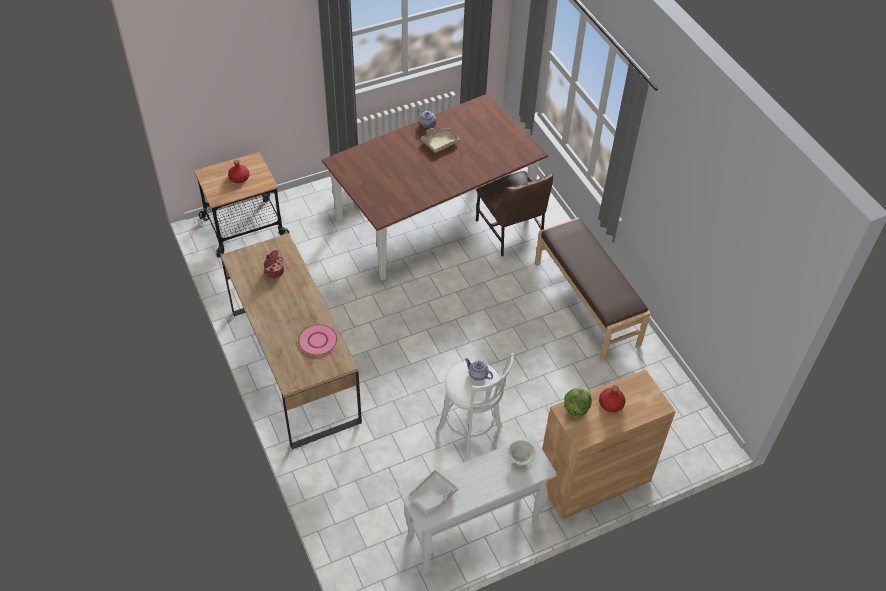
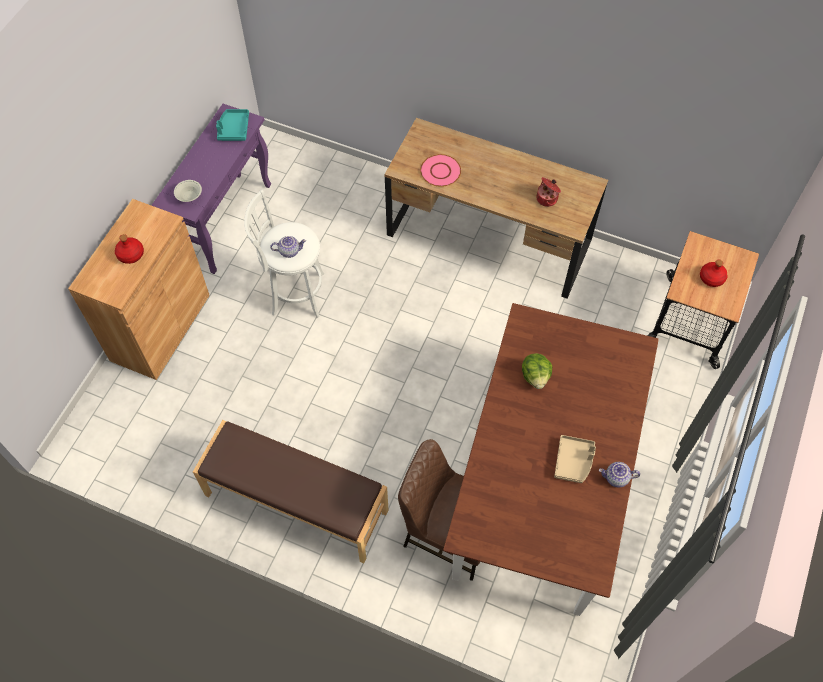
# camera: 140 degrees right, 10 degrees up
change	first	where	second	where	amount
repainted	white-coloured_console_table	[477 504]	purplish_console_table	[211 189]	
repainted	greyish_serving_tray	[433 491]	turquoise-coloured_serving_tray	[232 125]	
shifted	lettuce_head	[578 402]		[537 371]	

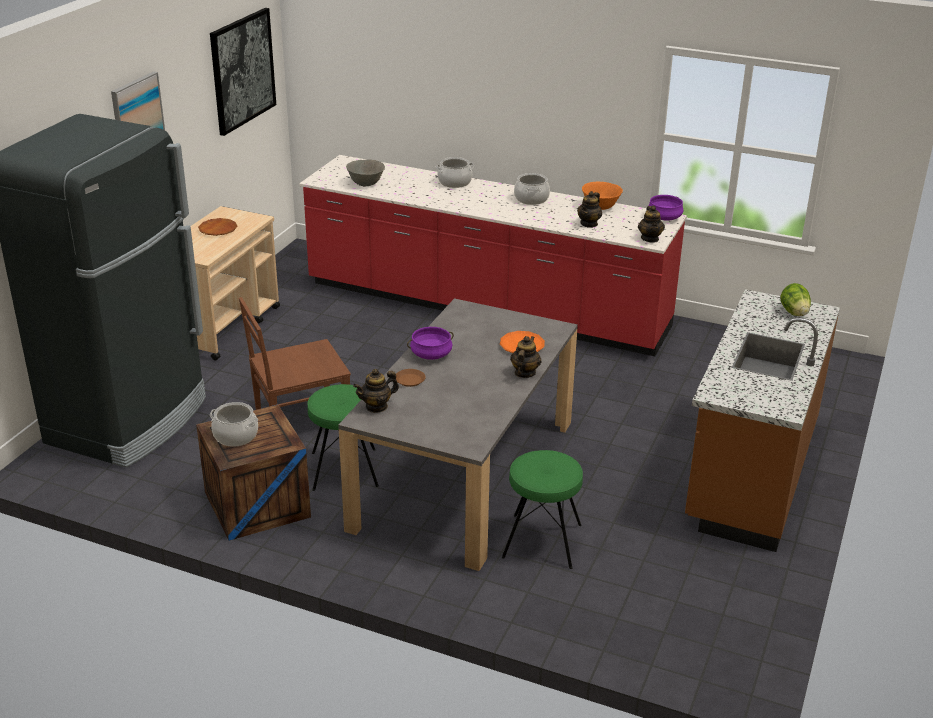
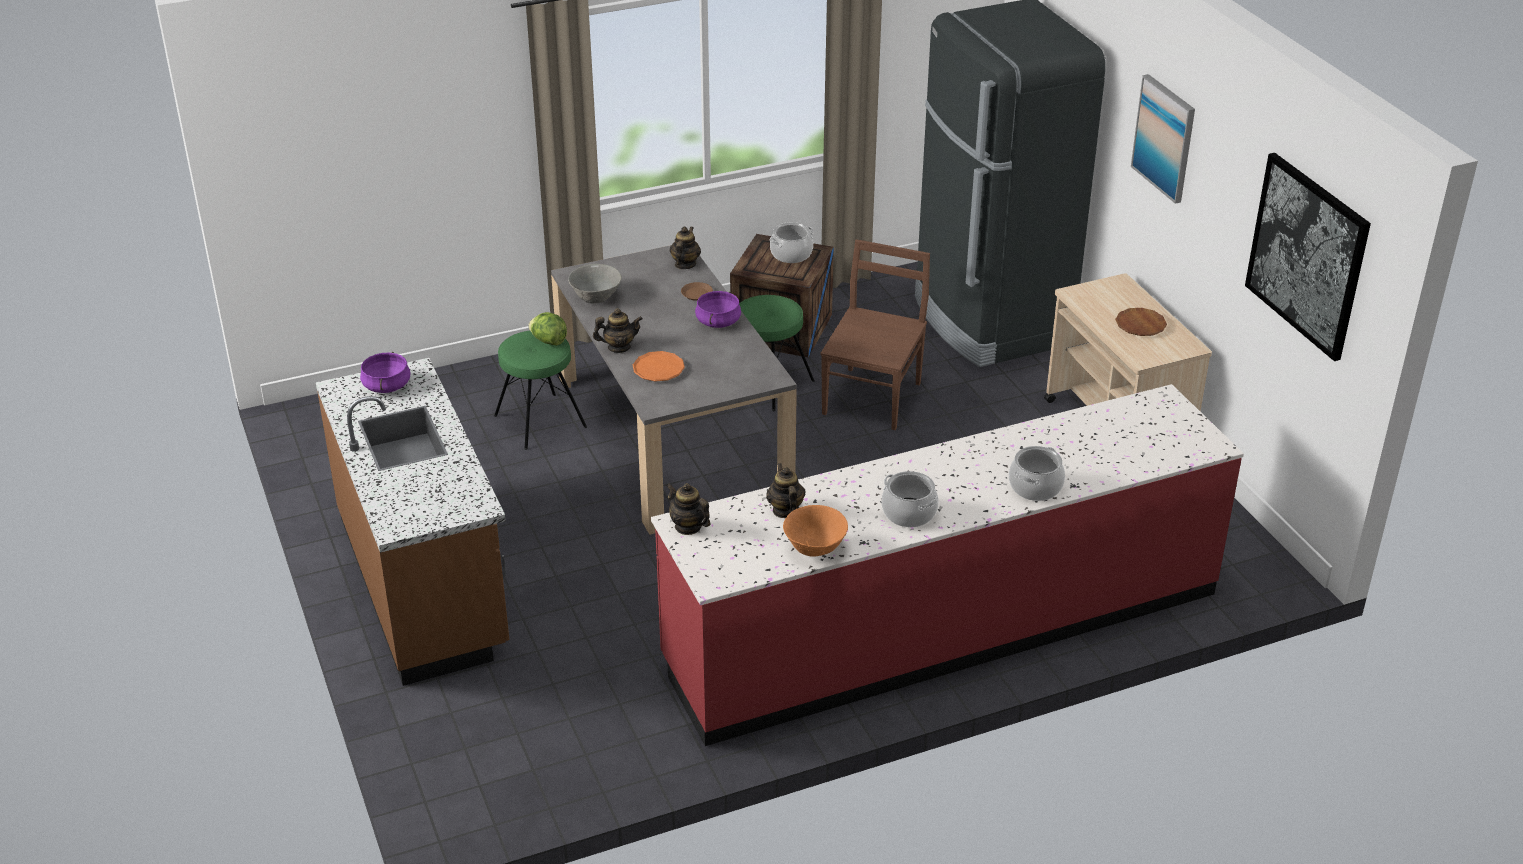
# camera: 135 degrees right, 5 degrees up
change	first	where	second	where	amount
shifted	greyish_bowl	[365 173]		[595 284]	
rotated	pot_for_tea	[525 357]		[618 330]	75 degrees counterclockwise
shifted	purplish_cooking_pot	[666 207]		[385 372]	
shifted	lettuce_head	[795 299]		[547 329]	

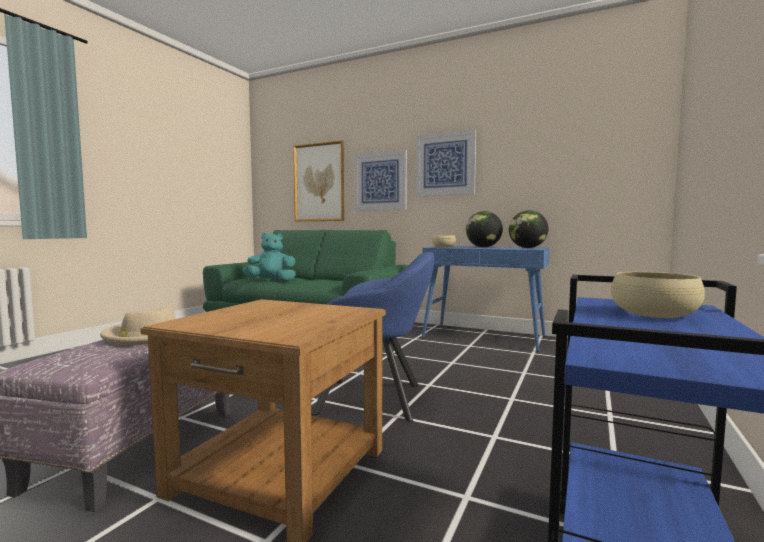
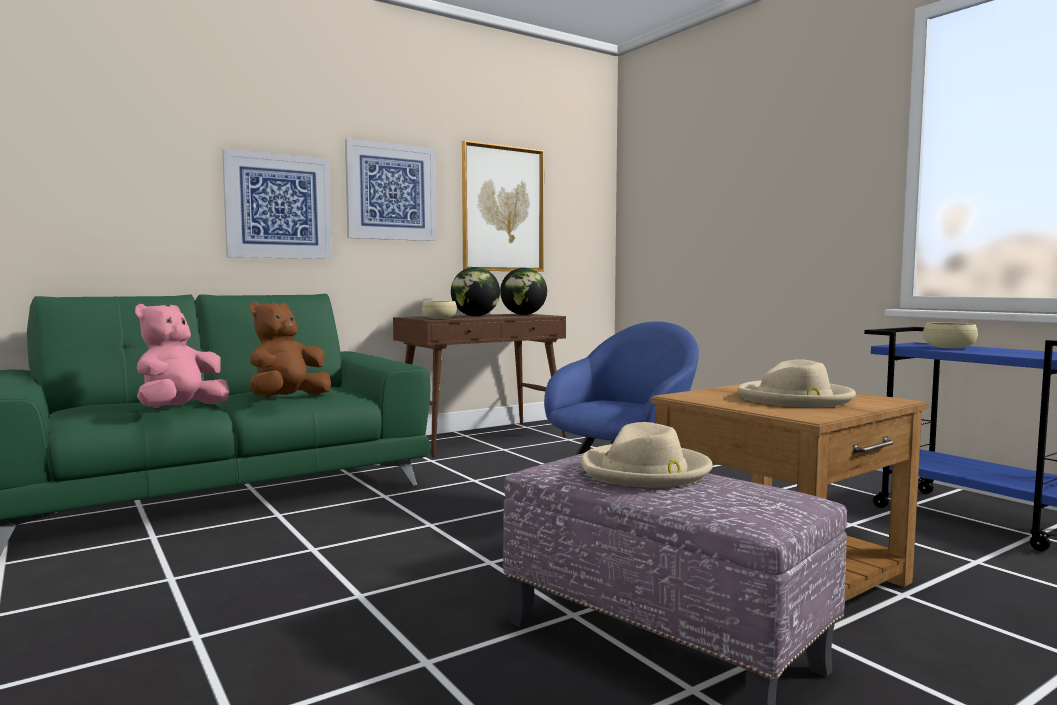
# camera: 60 degrees left, 0 degrees up
change	first	where	second	where	amount
repainted	turquoise-coloured_soft_toy	[269 257]	pink_soft_toy	[182 356]	
shifted	wall_art	[318 180]		[503 206]	
repainted	bluish_console_table	[486 298]	brown-coloured_console_table	[479 385]	
new			brown-coloured_soft_toy	[290 349]	
new			beige-coloured_wearable_hat	[796 383]	

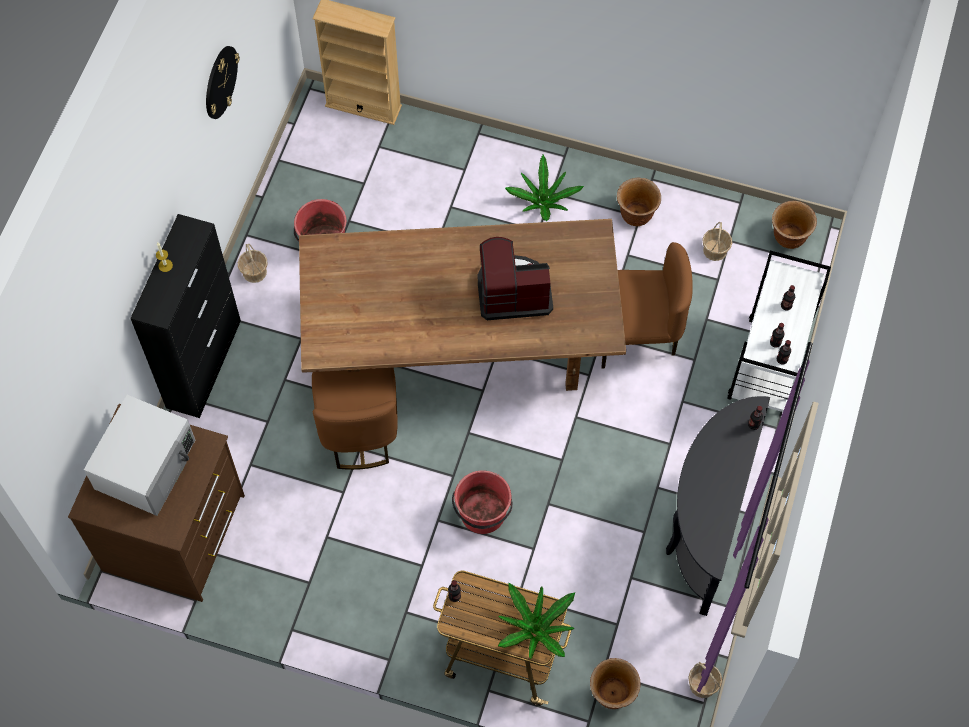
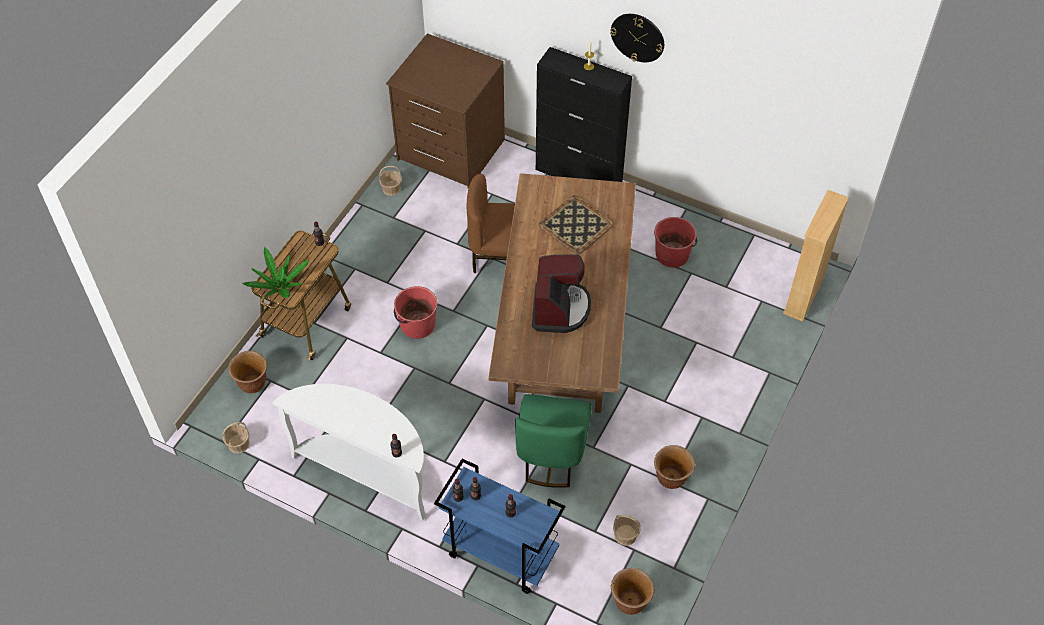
# camera: 100 degrees right, 10 degrees down
change	first	where	second	where	amount
gone	white-coloured_kitchen_microwave	[139 455]			
shifted	hanging_clock	[223 82]		[637 38]	
shifted	household_basket	[253 263]		[390 181]	
gone	plant_in_a_pot	[544 188]			
repainted	brown-coloured_upright_chair	[647 305]	green-coloured_upright_chair	[553 441]	
repainted	blackish_console_table	[718 506]	white-coloured_console_table	[349 452]	
repainted	white-coloured_trolley	[779 331]	bluish_trolley	[499 526]	
new			serving_tray	[576 224]	

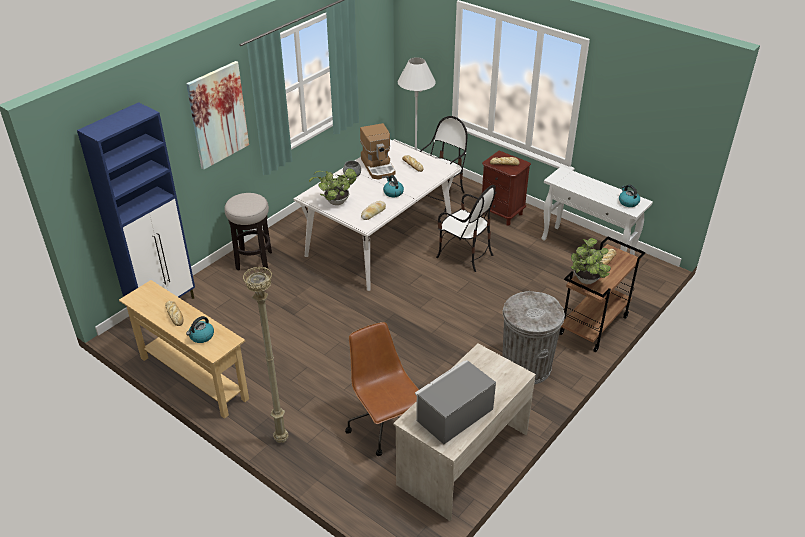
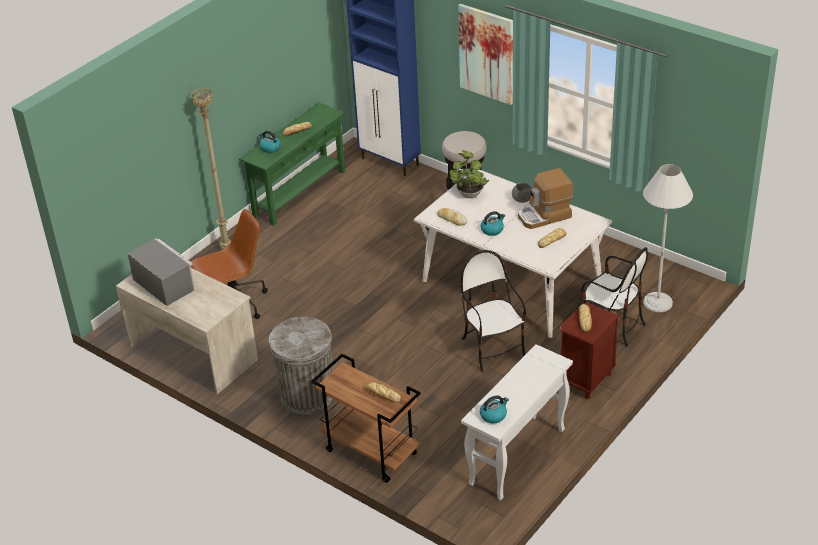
# camera: 90 degrees right, 0 degrees up
change	first	where	second	where	amount
repainted	beige-coloured_console_table	[184 349]	green-coloured_console_table	[292 164]	
rotated	upright_chair	[466 228]		[494 311]	120 degrees clockwise
gone	plant_in_a_pot	[591 261]			

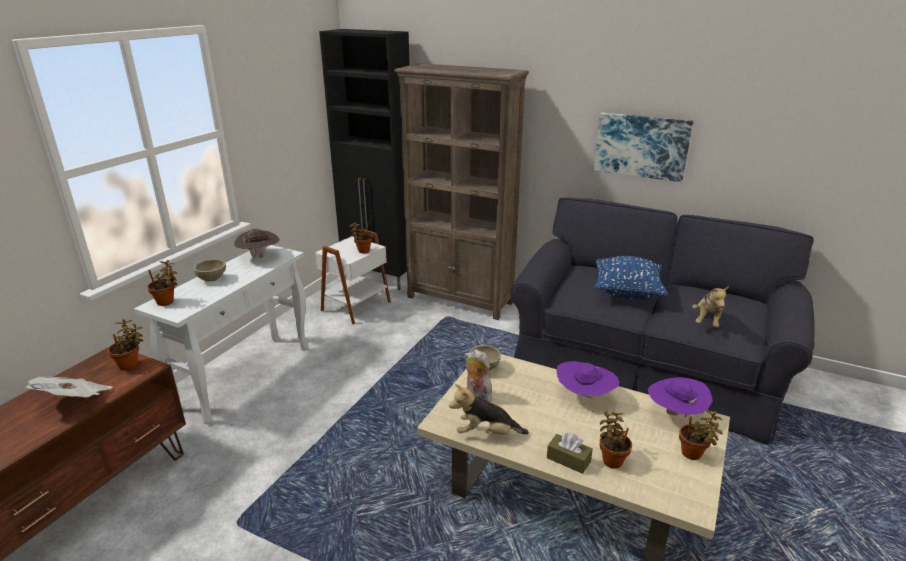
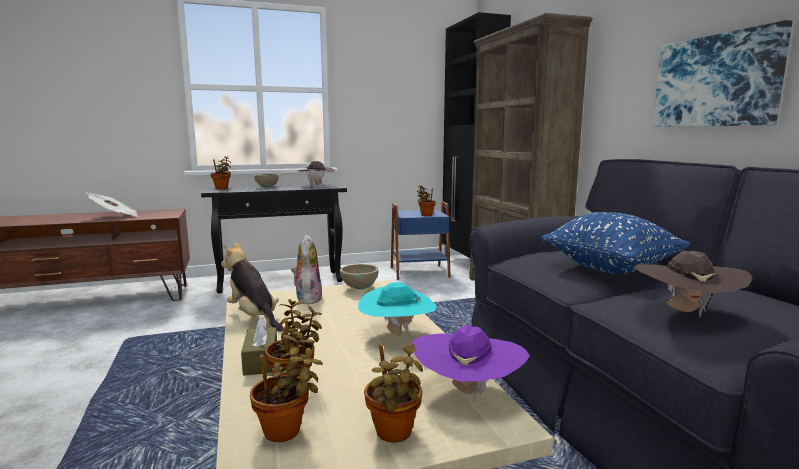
# camera: 45 degrees right, 15 degrees down
change	first	where	second	where	amount
shifted	plant_in_a_pot	[125 344]		[286 387]	
repainted	white-coloured_console_table	[221 335]	blackish_console_table	[274 239]	
repainted	white-coloured_accent_table	[353 277]	bluish_accent_table	[421 241]	
repainted	purplish_wearable_hat	[588 380]	turquoise-coloured_wearable_hat	[397 309]	
swapped	soft_toy	[710 307]	brown-coloured_wearable_hat	[693 284]	

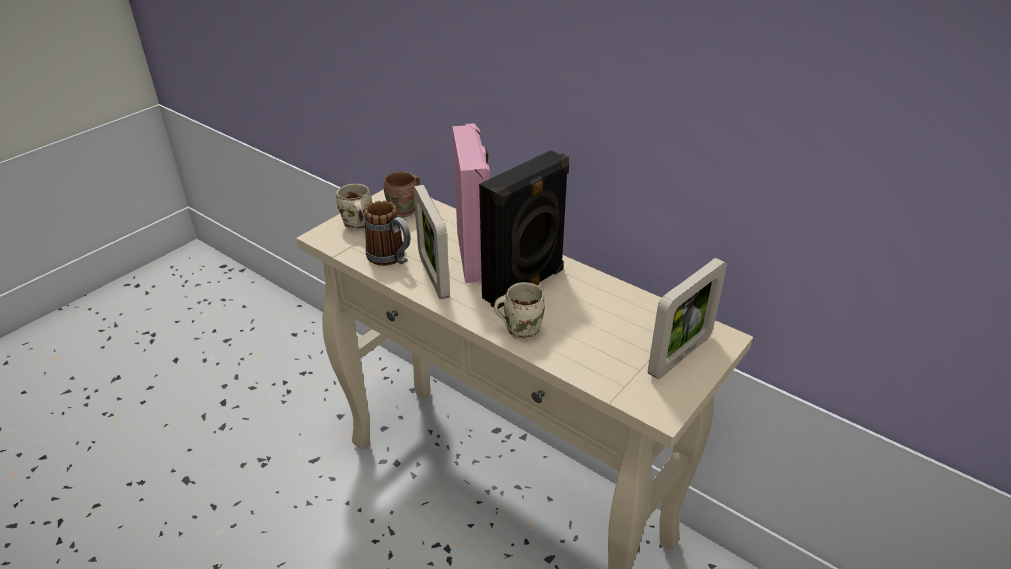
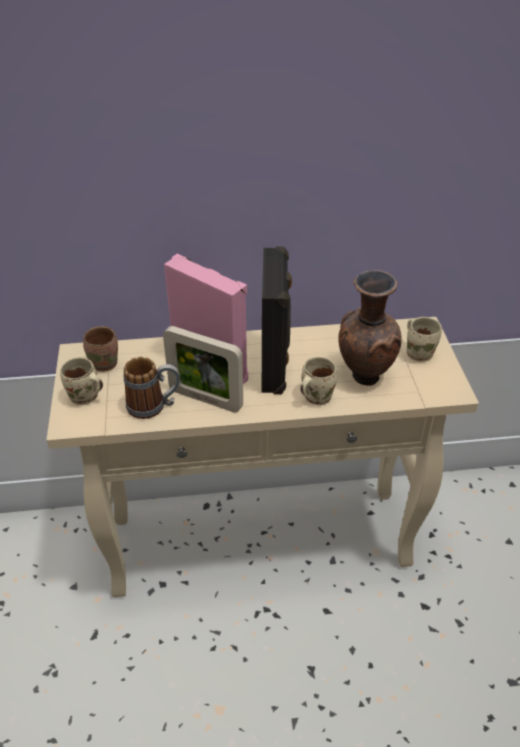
# camera: 45 degrees left, 5 degrees up
change	first	where	second	where	amount
swapped	photo_frame	[687 318]	beige-coloured_tea_mug	[424 339]	
new			brown-coloured_flower_vase	[370 328]	

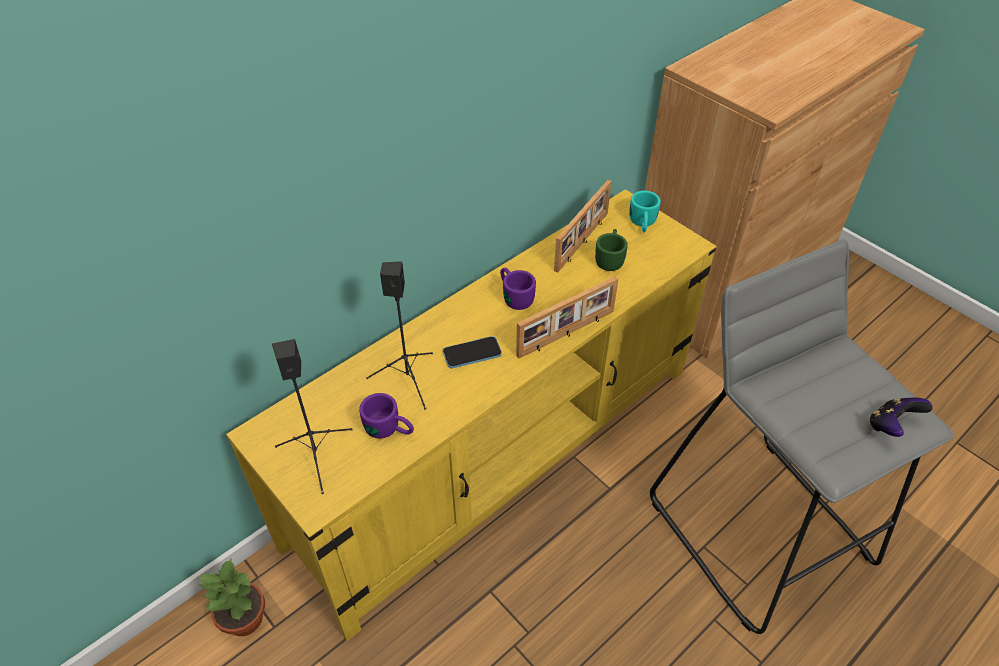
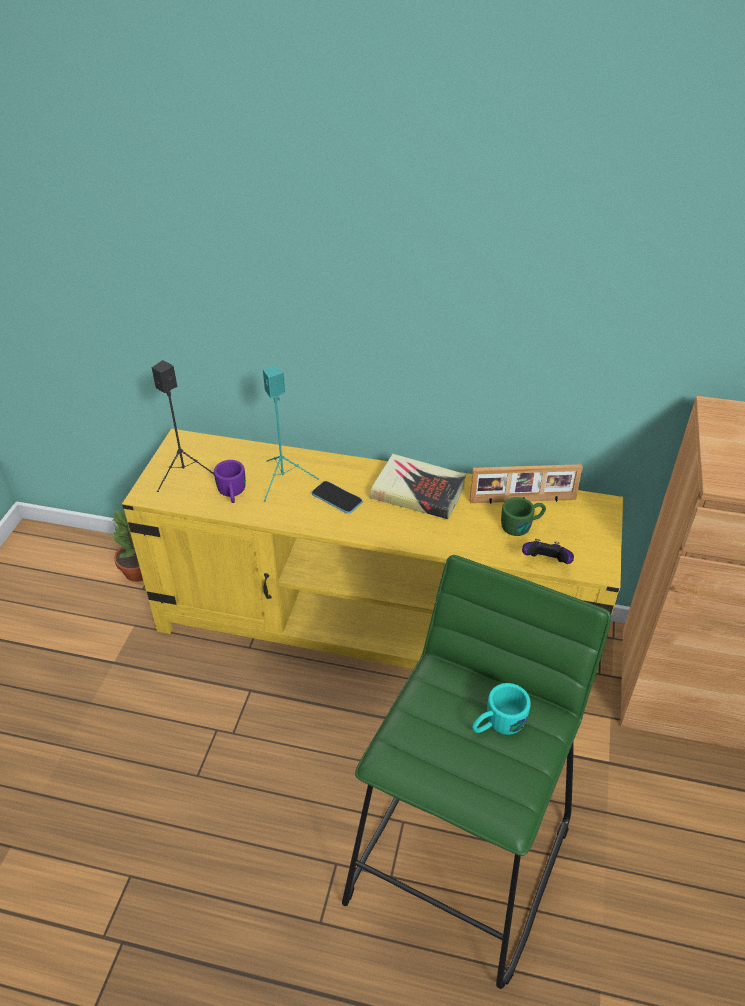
# camera: 55 degrees right, 5 degrees down
change	first	where	second	where	amount
repainted	blackish_loudspeaker	[399 335]	turquoise-coloured_loudspeaker	[291 433]	
swapped	purplish_tea_mug	[518 289]	volume	[418 486]	
gone	photo_frame	[567 317]			
shifted	turquoise-coloured_tea_mug	[645 211]		[501 709]	
repainted	greyish_sitting_stool	[802 436]	green-coloured_sitting_stool	[476 772]	
shifted	gamepad	[901 417]		[548 551]	

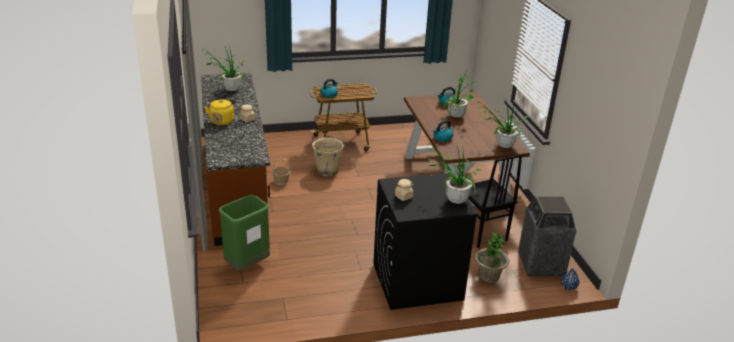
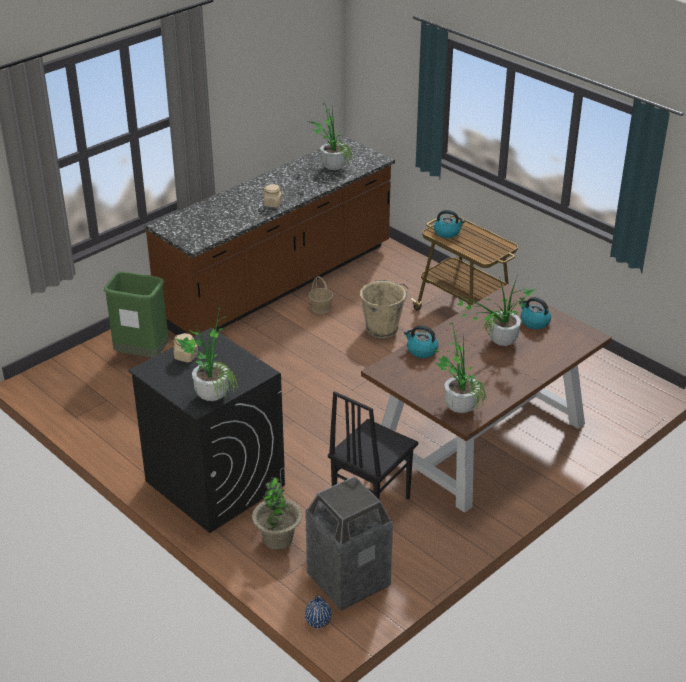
# camera: 60 degrees right, 5 degrees up
change	first	where	second	where	amount
gone	yellow_water_kettle	[220 111]			

